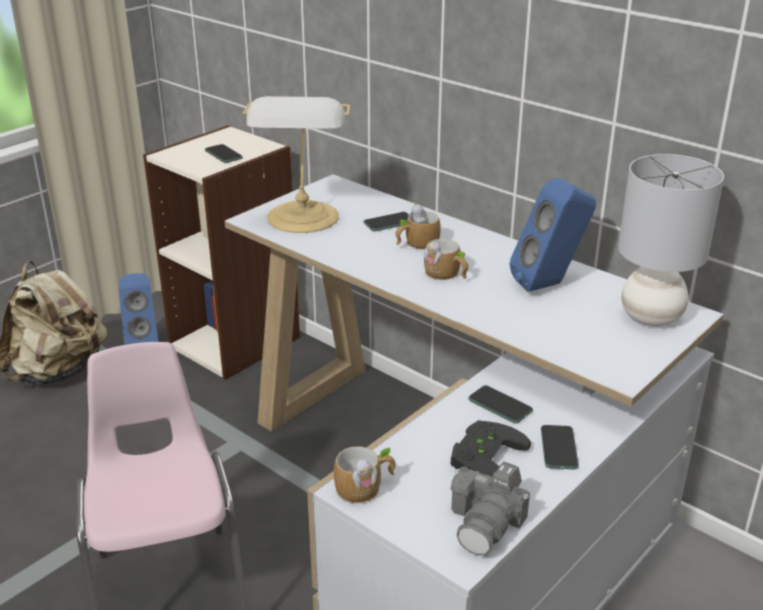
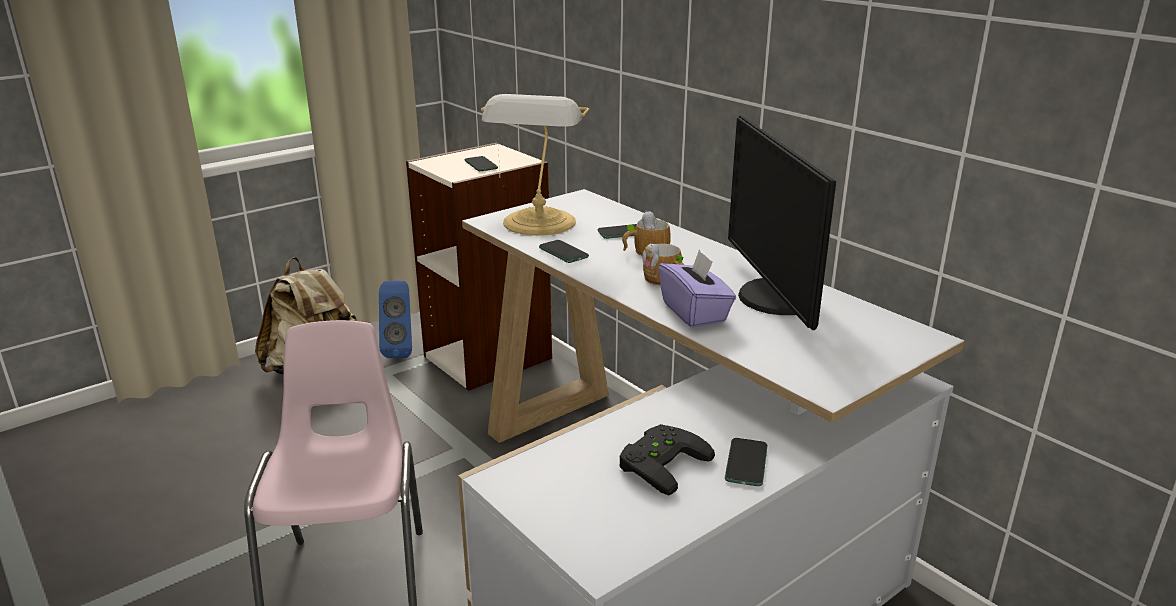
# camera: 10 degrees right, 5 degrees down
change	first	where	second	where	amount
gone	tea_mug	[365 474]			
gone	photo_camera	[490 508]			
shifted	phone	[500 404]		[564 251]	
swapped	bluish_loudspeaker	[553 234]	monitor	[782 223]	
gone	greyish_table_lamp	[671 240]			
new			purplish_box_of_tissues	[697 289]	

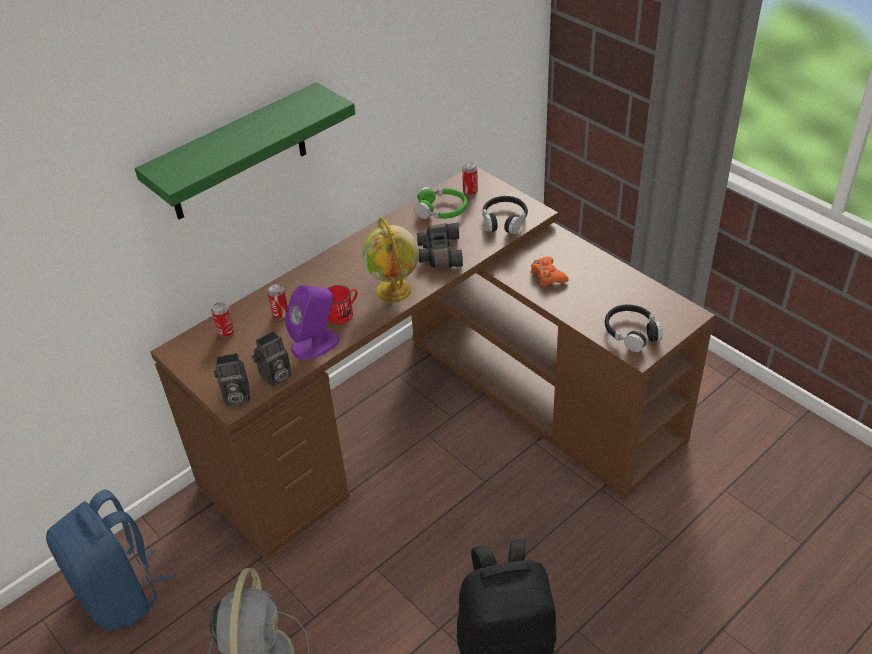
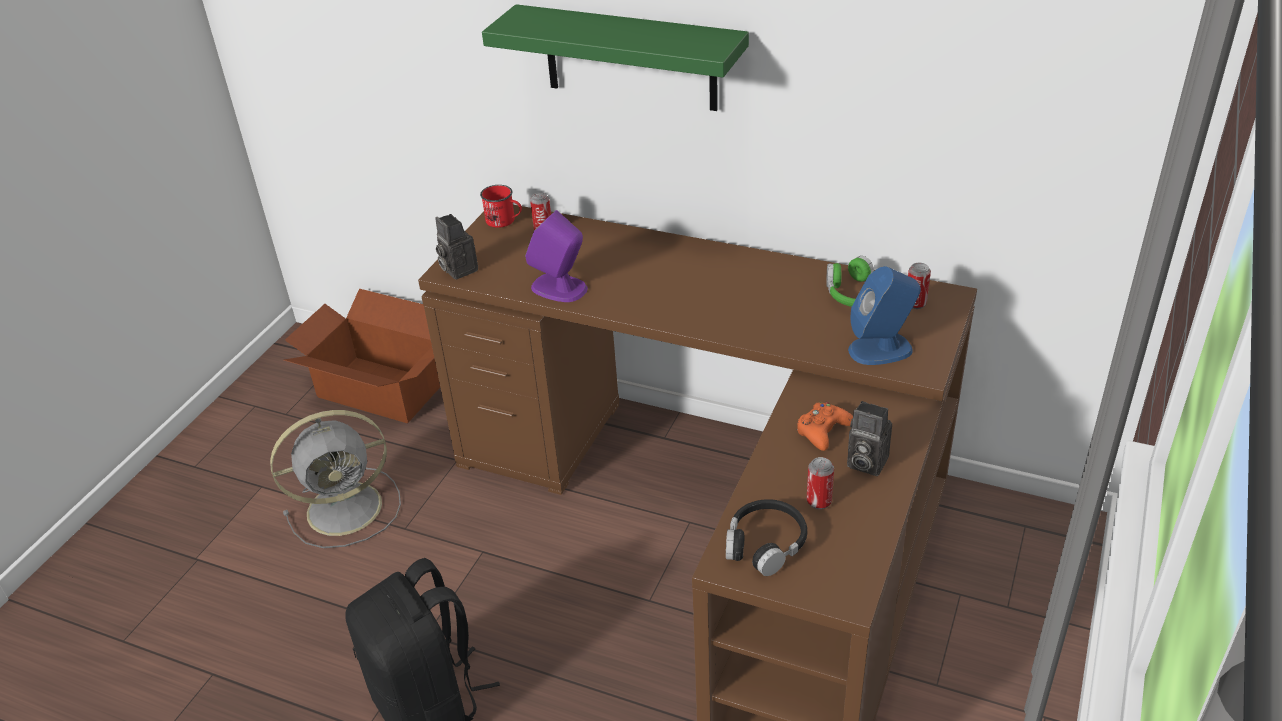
# camera: 65 degrees right, 5 degrees down
change	first	where	second	where	amount
swapped	bluish_rucksack	[110 559]	packing_box	[362 356]	
shifted	photo_camera	[271 359]		[869 438]	
shifted	sealed_can	[277 301]		[820 483]	
shifted	red-coloured_tea_mug	[342 304]		[501 206]	
gone	desk_globe	[390 260]			
gone	blackish_field_glasses	[440 245]			
swapped	blackish_headphones	[505 215]	bluish_loudspeaker	[884 315]	

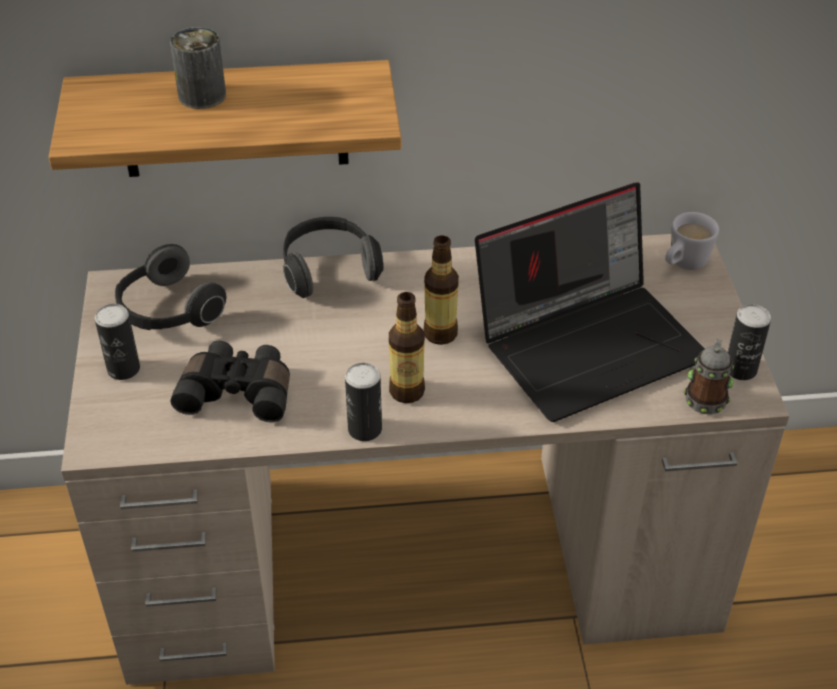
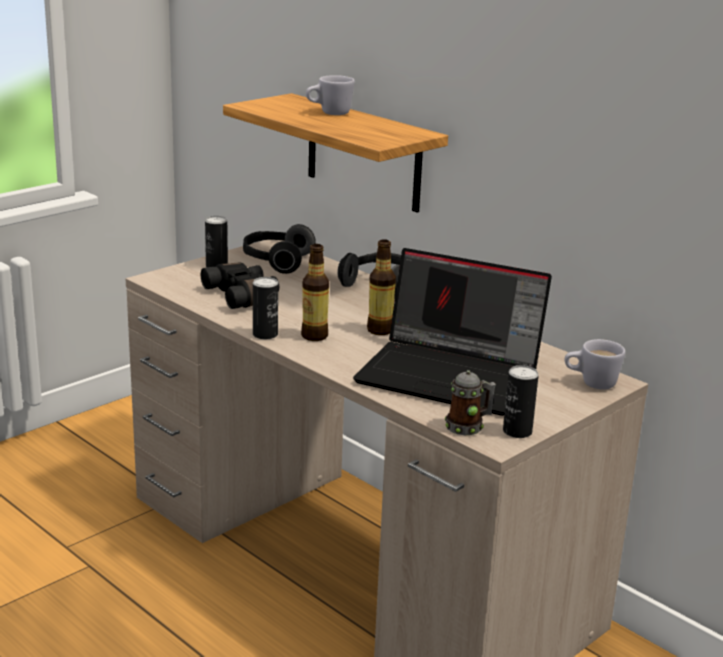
# camera: 50 degrees right, 20 degrees down
change	first	where	second	where	amount
swapped	sealed_can	[198 68]	white-coloured_tea_mug	[330 95]	

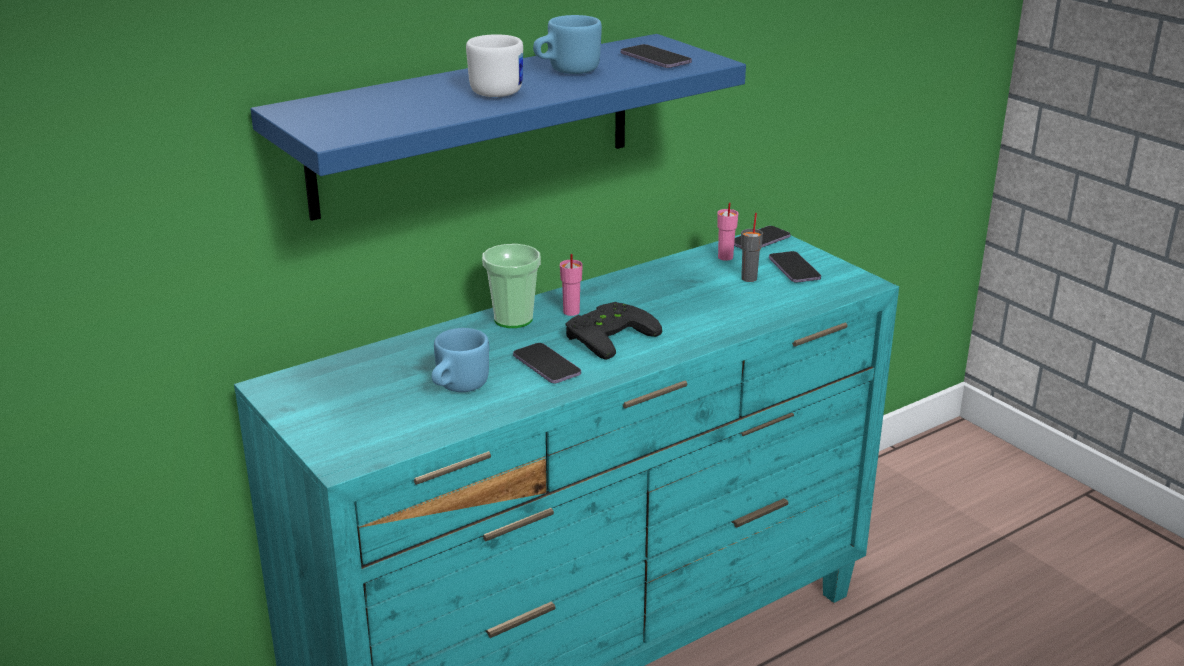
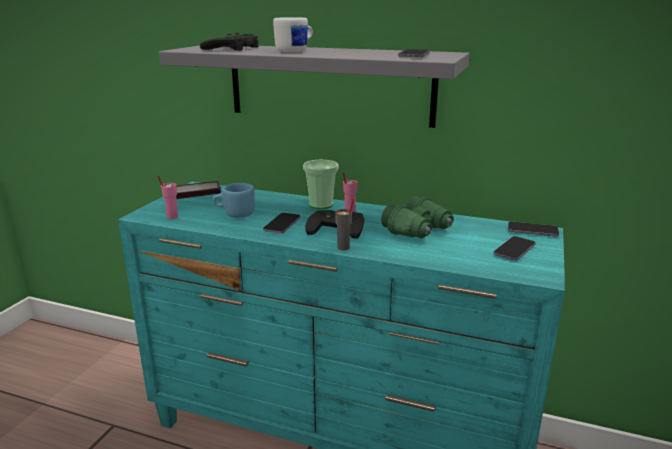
# camera: 55 degrees right, 5 degrees down
change	first	where	second	where	amount
repainted	bluish_shelf	[498 127]	greyish_shelf	[314 87]	
gone	bluish_tea_mug	[567 44]			
shifted	pink_cup	[727 231]		[168 197]	
shifted	greyish_cup	[752 247]		[344 224]	
new			volume	[191 190]	
new			blackish_gamepad	[229 42]	
new			green-coloured_field_glasses	[417 217]	

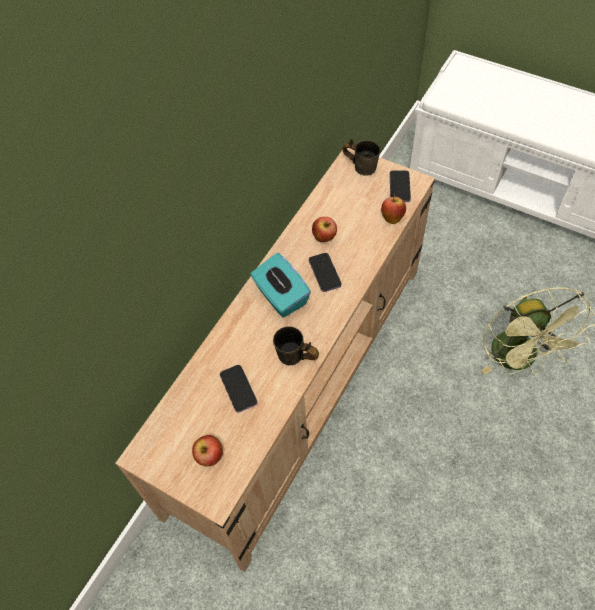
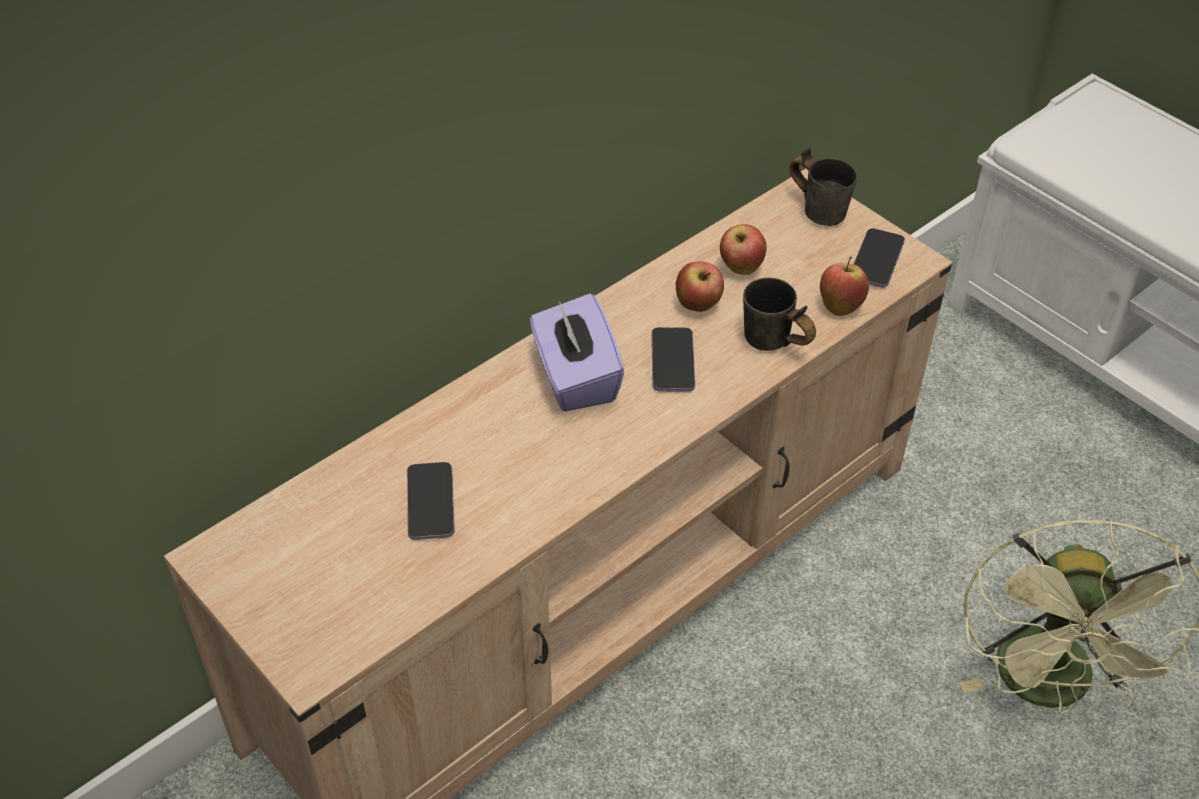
# camera: 15 degrees right, 10 degrees down
change	first	where	second	where	amount
shifted	apple	[207 451]		[743 249]	
repainted	turquoise-coloured_box_of_tissues	[280 285]	purplish_box_of_tissues	[577 353]	
shifted	greyish_tea_mug	[296 345]		[779 314]	

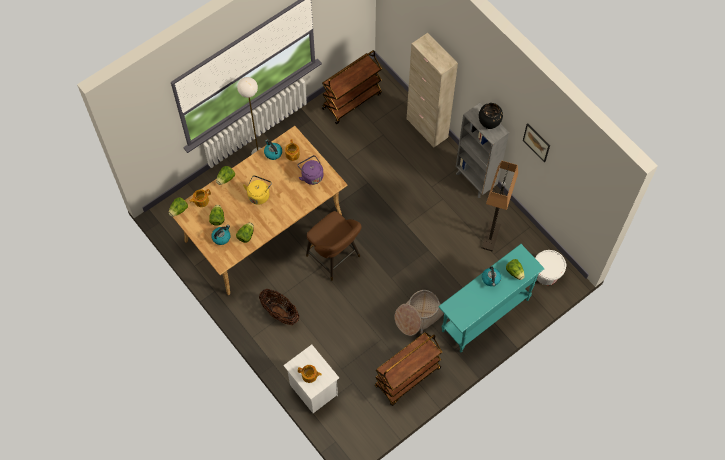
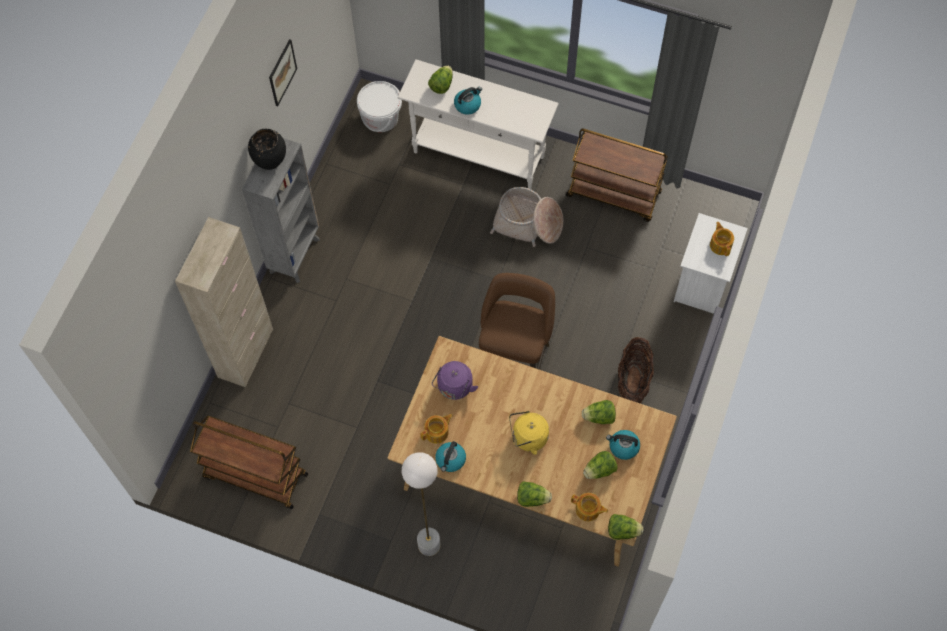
# camera: 120 degrees left, 0 degrees up
change	first	where	second	where	amount
repainted	turquoise-coloured_console_table	[491 298]	white-coloured_console_table	[478 124]	
gone	standing_lamp	[500 206]			

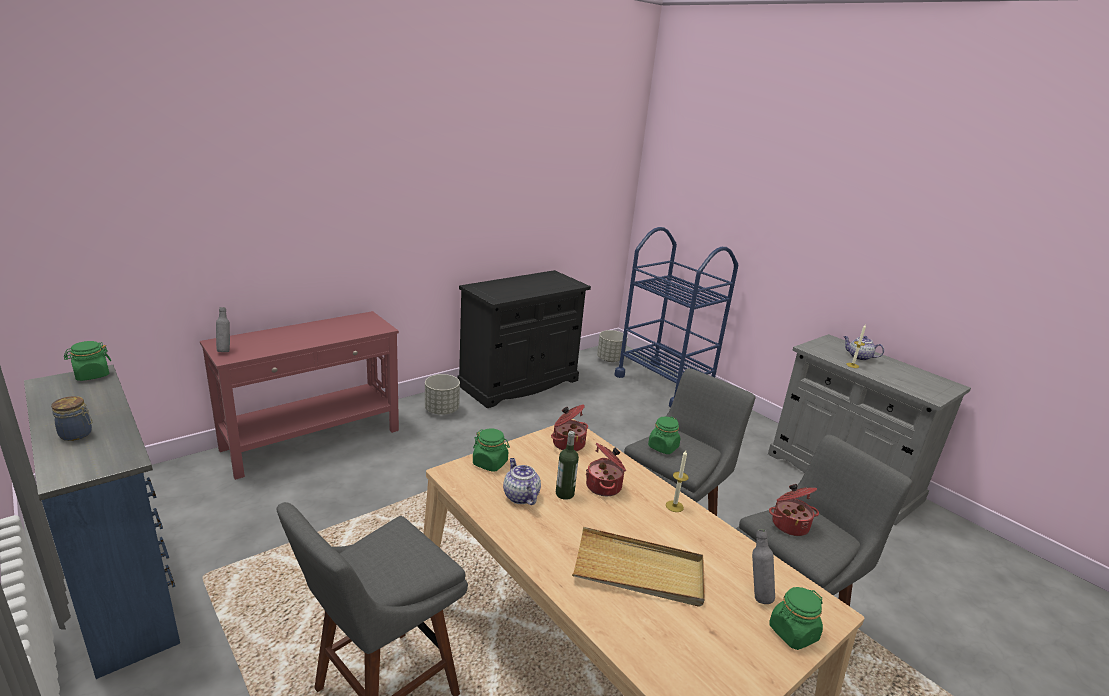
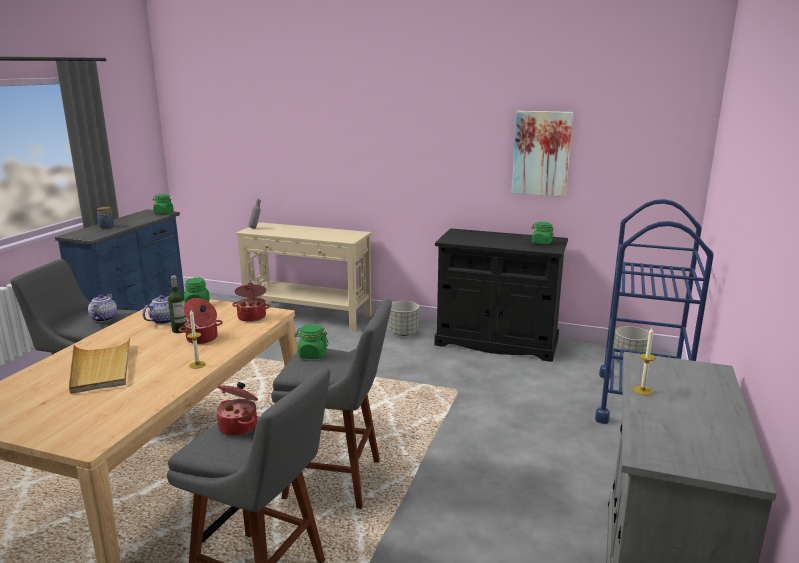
# camera: 60 degrees right, 5 degrees down
change	first	where	second	where	amount
repainted	red-coloured_console_table	[299 395]	beige-coloured_console_table	[304 276]	
gone	greyish_bottle	[763 566]			
shifted	green-coloured_storage_jar	[796 618]		[542 233]	
shifted	pot_for_tea	[863 348]		[102 308]	
new			wall_art	[542 154]	

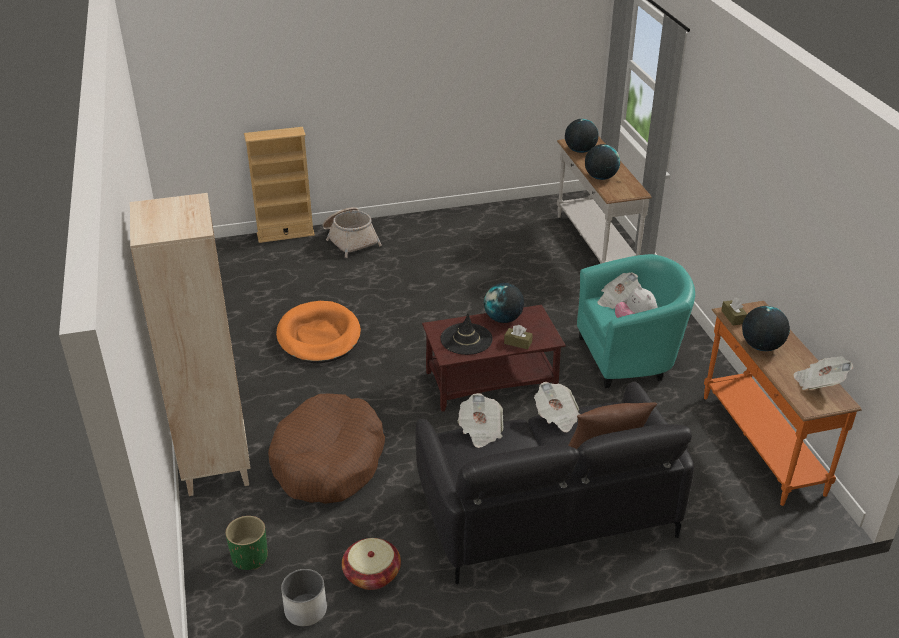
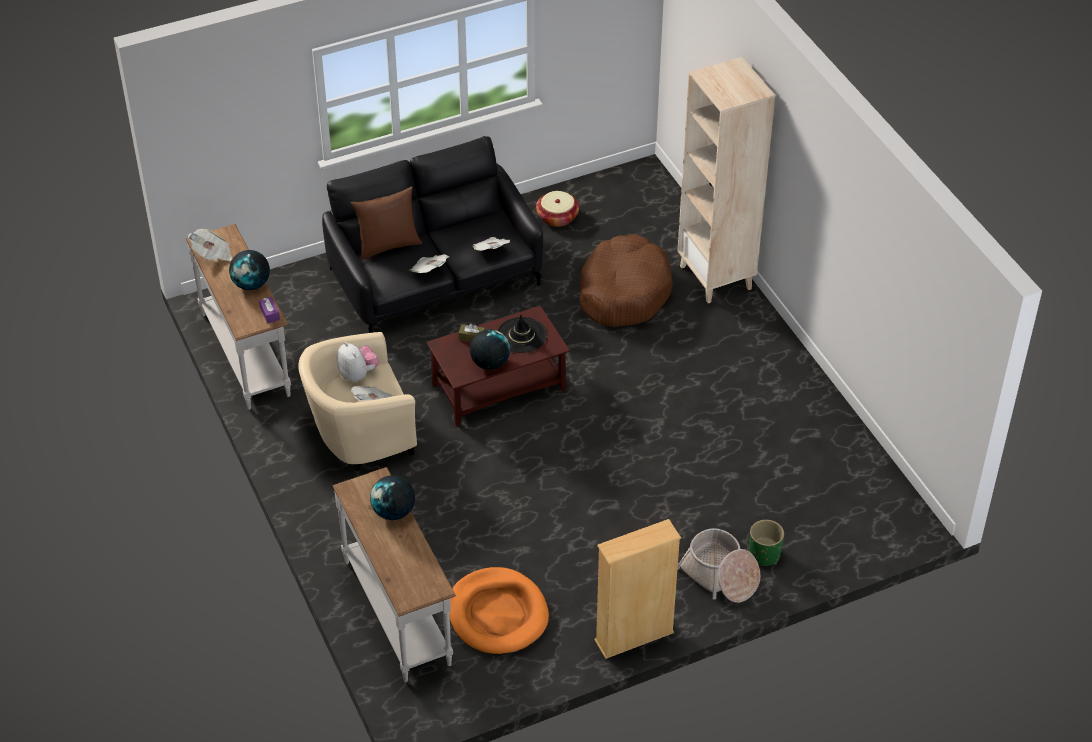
# camera: 170 degrees right, 10 degrees up
change	first	where	second	where	amount
shifted	green-coloured_plant_pot	[247 543]		[766 543]	
shifted	beige-coloured_bookcase	[279 185]		[637 589]	
shifted	orangey_pet_bed	[318 332]		[499 610]	
gone	white-coloured_plant_pot	[304 598]			
gone	desk_globe	[581 136]			
repainted	turquoise-coloured_armchair	[636 321]	beige-coloured_armchair	[357 401]	
repainted	orangey_console_table	[782 403]	white-coloured_console_table	[238 317]	
repainted	brown-coloured_box_of_tissues	[734 311]	purplish_box_of_tissues	[269 310]	

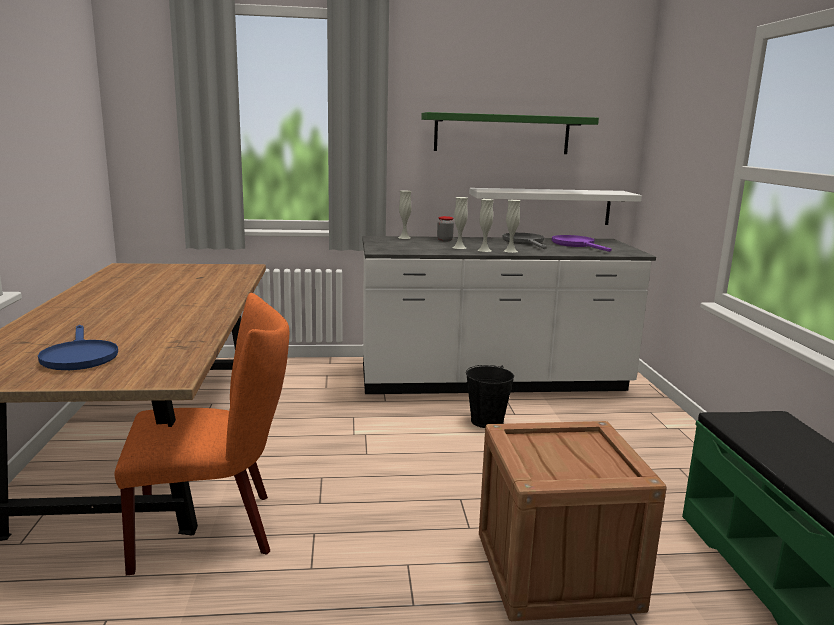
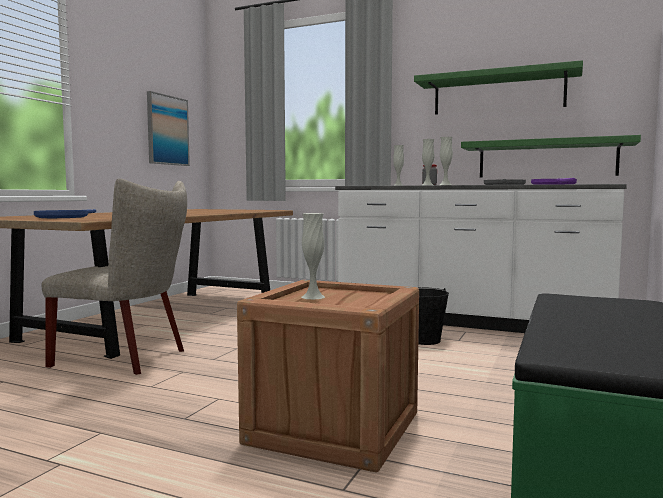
# camera: 30 degrees right, 10 degrees down
change	first	where	second	where	amount
repainted	orangey_upright_chair	[201 434]	beige-coloured_upright_chair	[114 276]	
repainted	white-coloured_shelf	[555 206]	green-coloured_shelf	[551 156]	
shifted	white-coloured_flower_vase	[512 226]		[313 256]	
new			wall_art	[168 128]	

